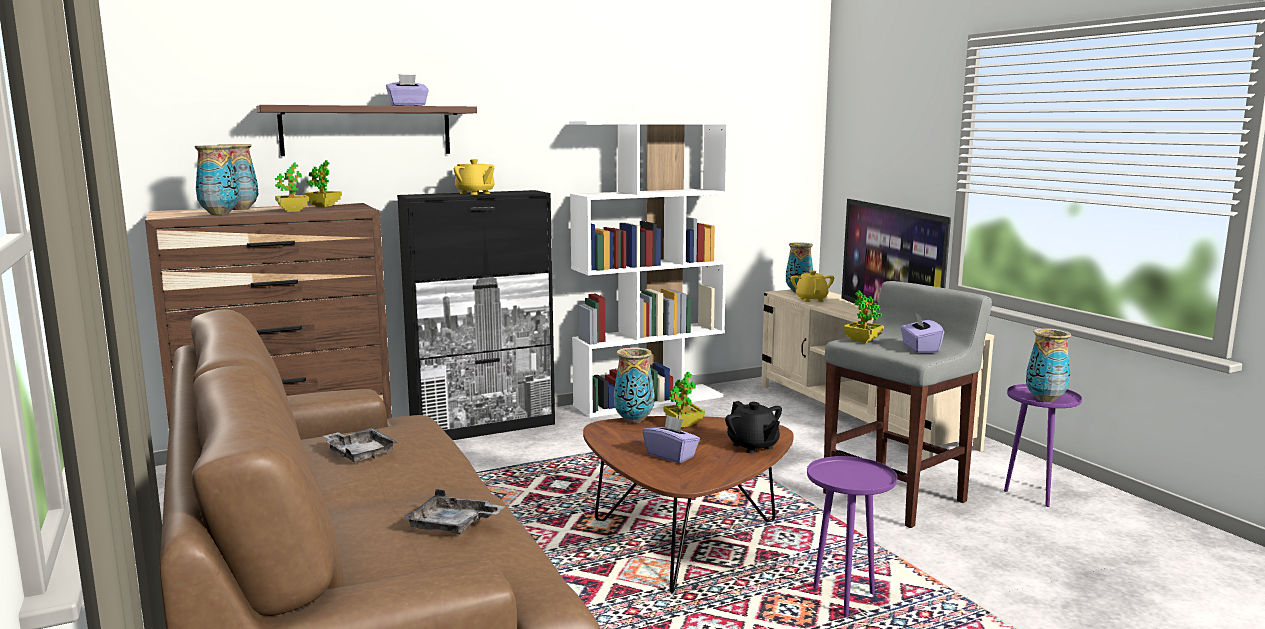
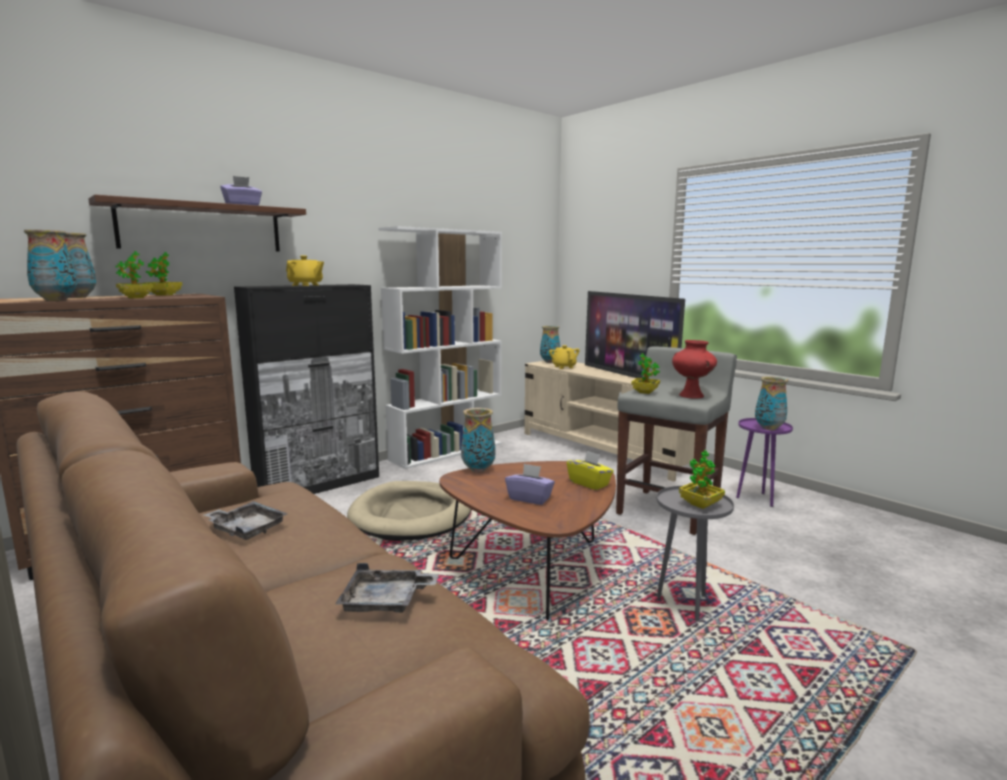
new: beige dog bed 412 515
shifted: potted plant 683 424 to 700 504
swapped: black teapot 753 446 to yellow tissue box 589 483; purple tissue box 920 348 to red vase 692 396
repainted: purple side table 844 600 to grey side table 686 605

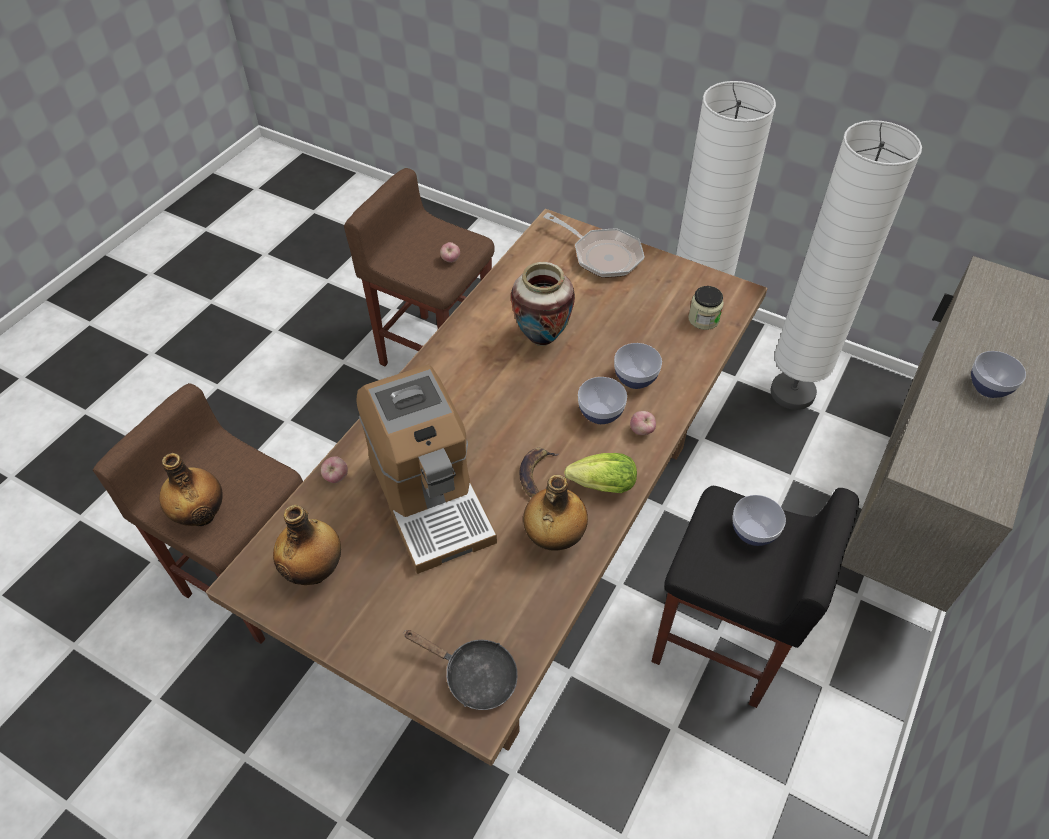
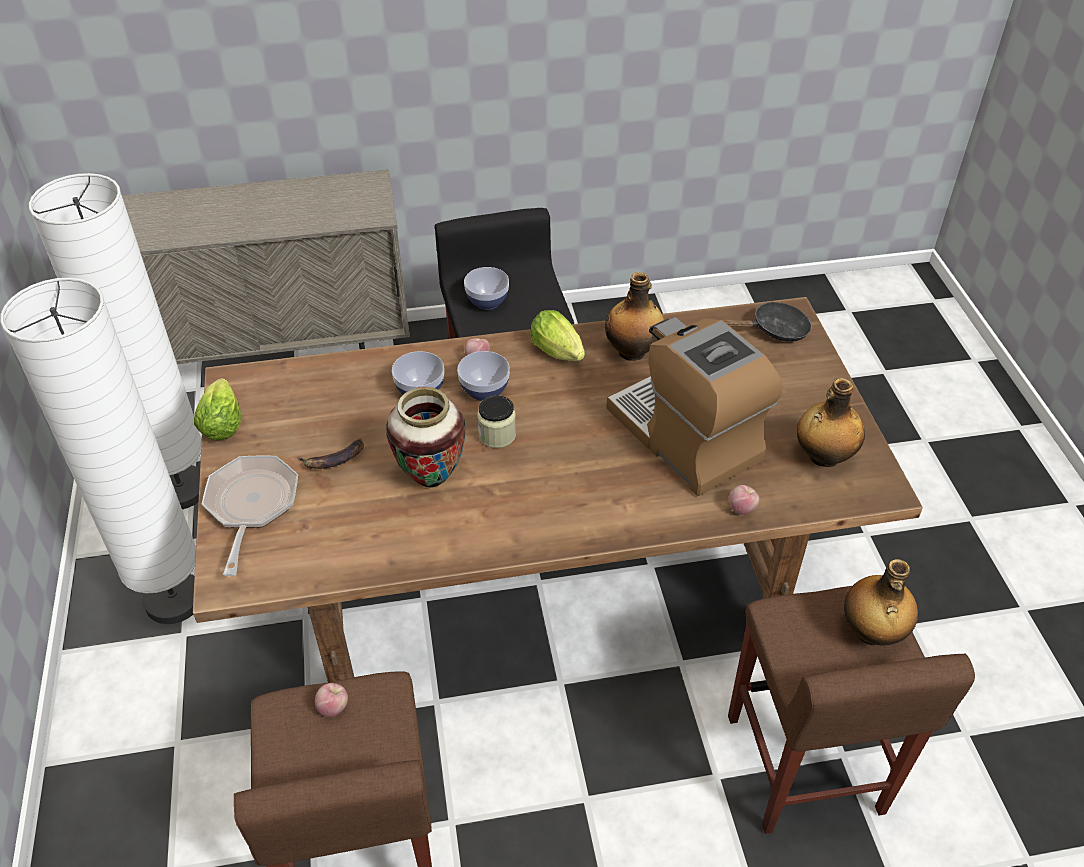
gone: bowl 988 387
new: lettuce 223 422
shifted: banana 536 474 to 334 459; jar 703 319 to 497 435
rotated: coffee machine 430 498 = 685 436 60 degrees counterclockwise; black frying pan 474 676 = 774 330 90 degrees clockwise

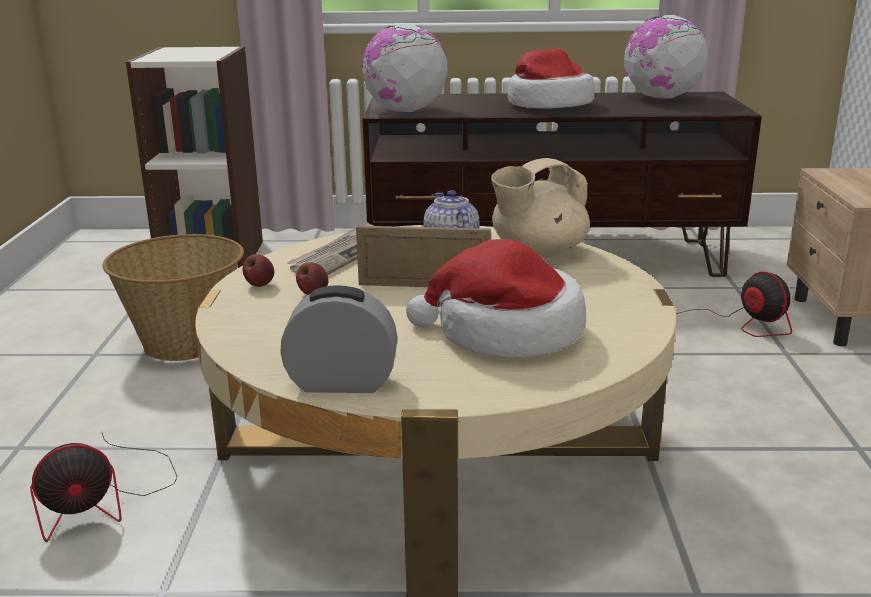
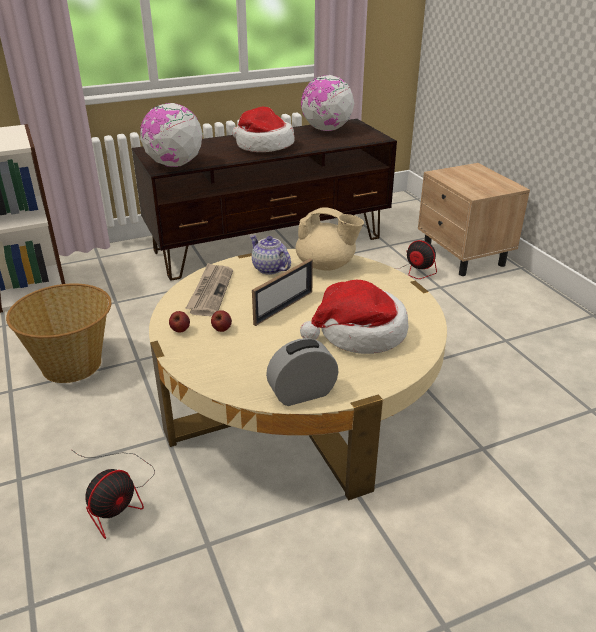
rotated: picture frame 424 286 = 283 307 150 degrees clockwise; beige teapot 537 252 = 326 265 105 degrees counterclockwise

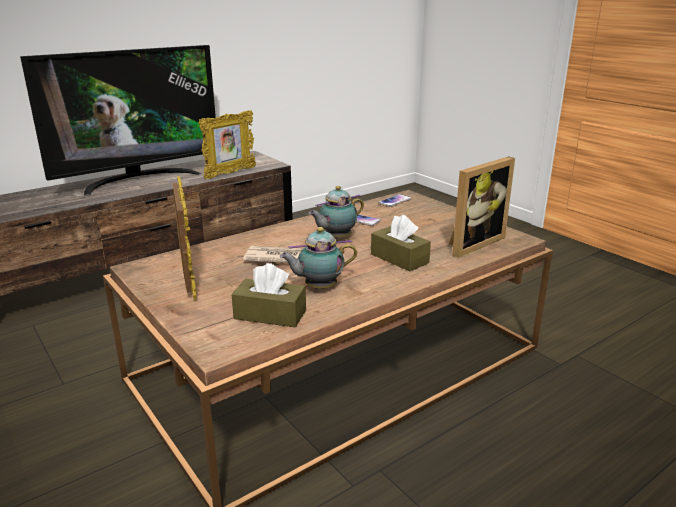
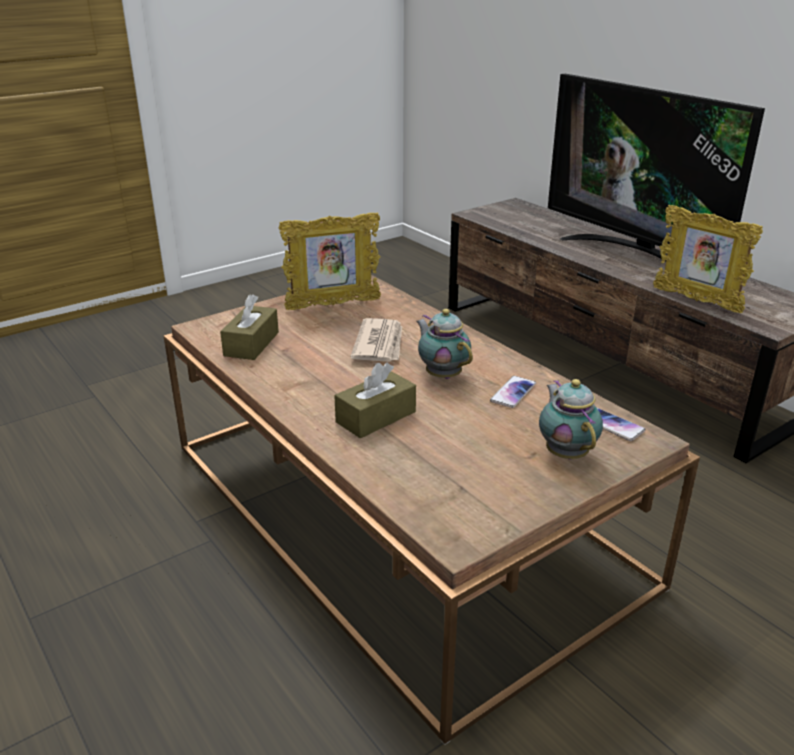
gone: picture frame 472 243
shifted: teapot 318 287 to 565 453

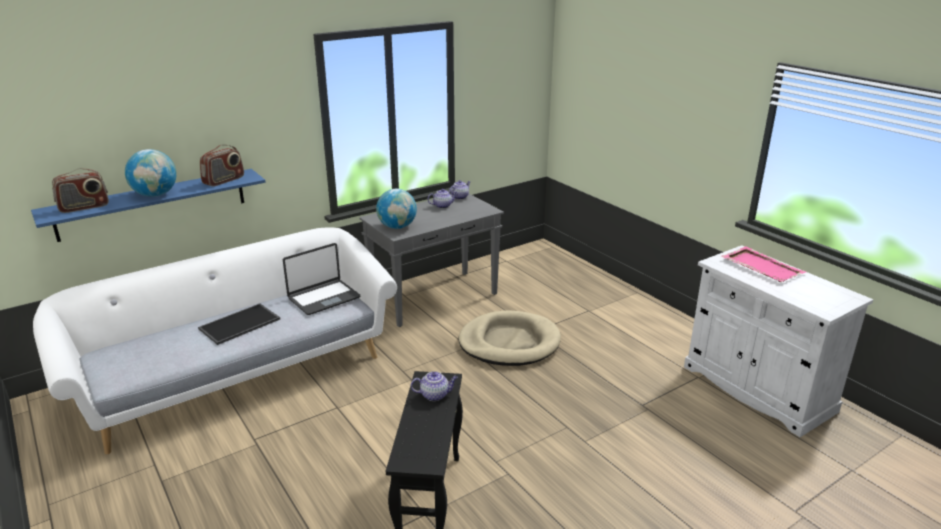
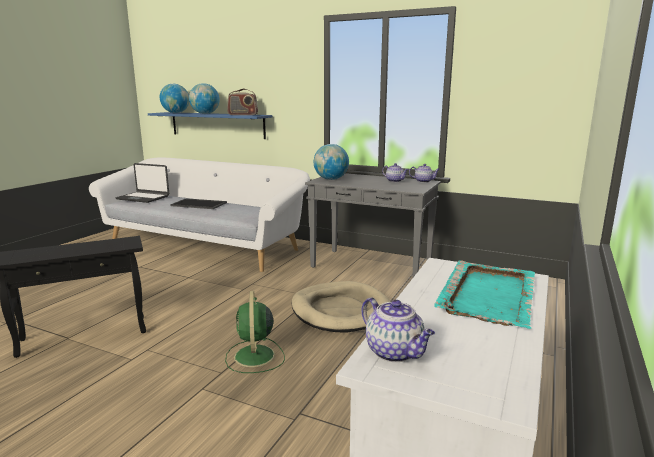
new: green fan 254 357
shifted: laptop 323 298 to 143 198; teapot 435 395 to 395 352
swapped: radio 84 207 to globe 176 113
repainted: pink tray 761 266 to turquoise tray 488 295

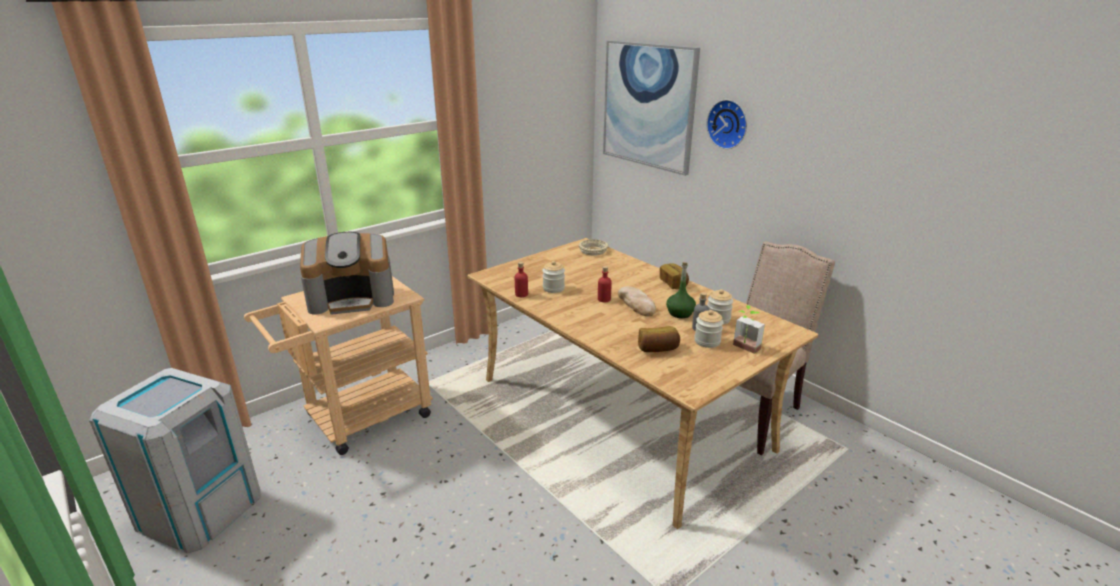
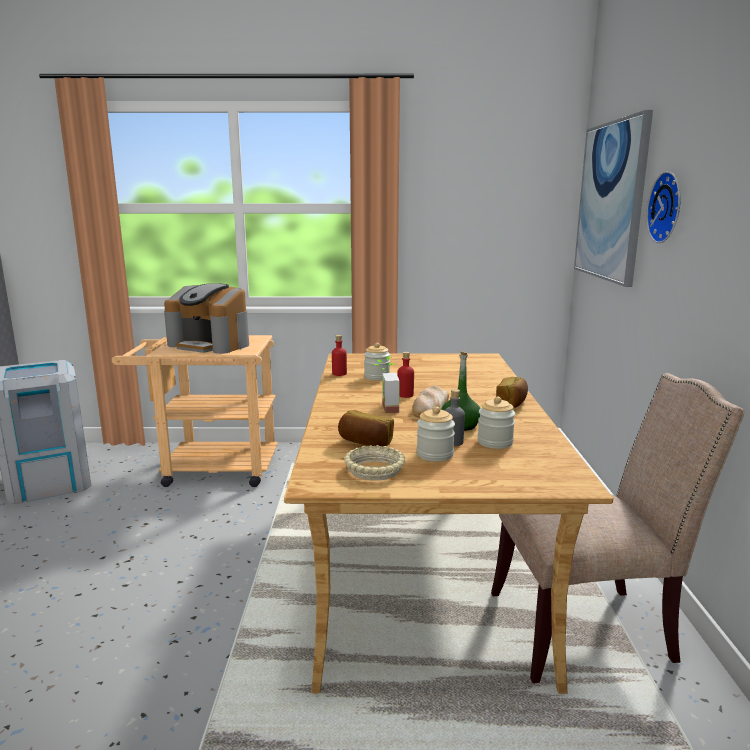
shifted: beige bowl 593 250 to 374 469; potted plant 744 349 to 384 408

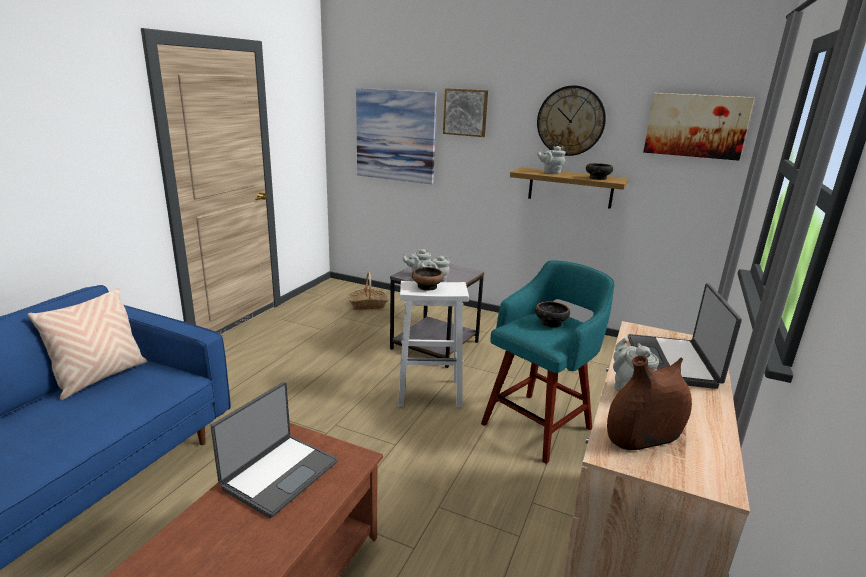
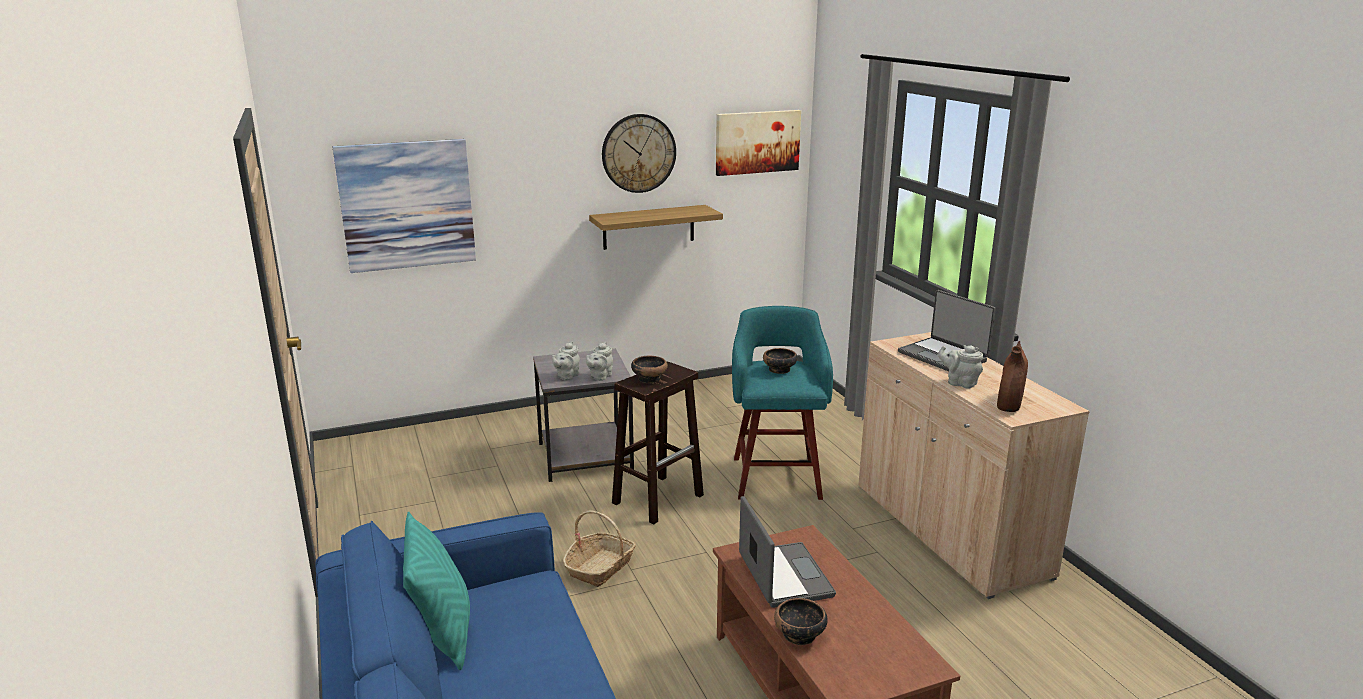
gone: picture 465 112; grey teapot 550 172
shifted: basket 368 305 to 600 567; bowl 597 178 to 799 635
repainted: beige pillow 100 377 to turquoise pillow 443 634; white stool 430 392 to brown stool 658 498

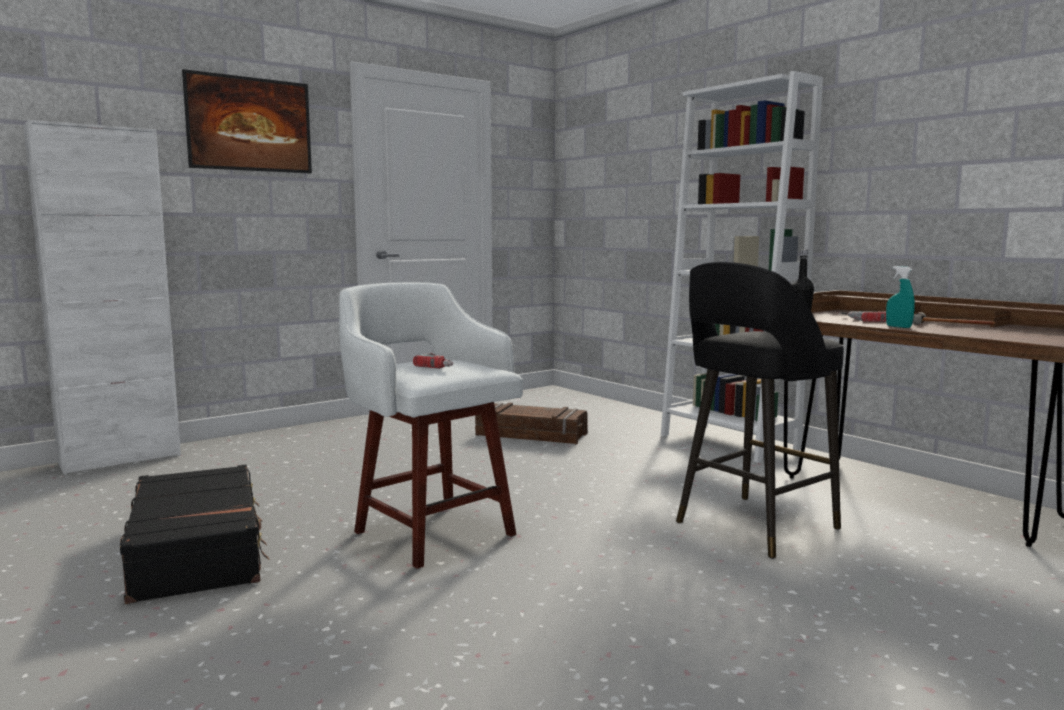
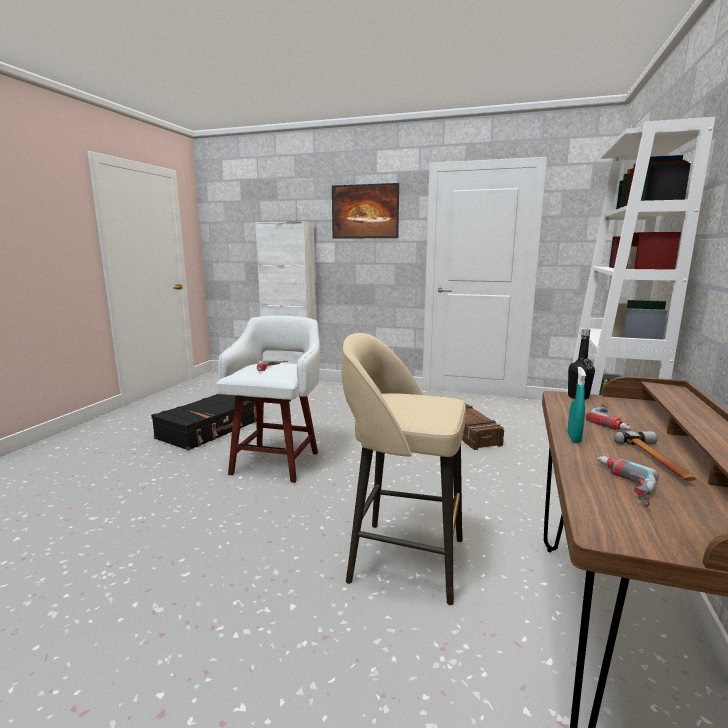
new: power drill 620 485
repainted: black stool 753 526 to beige stool 403 559

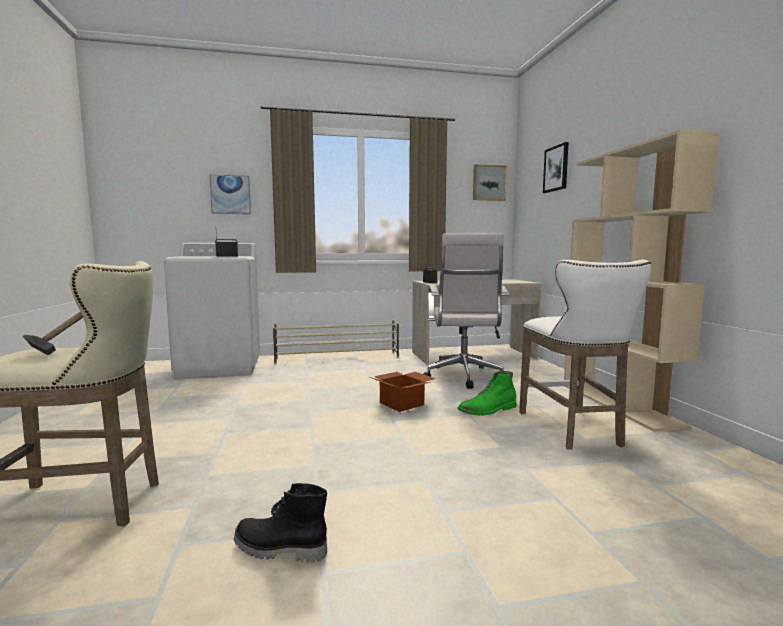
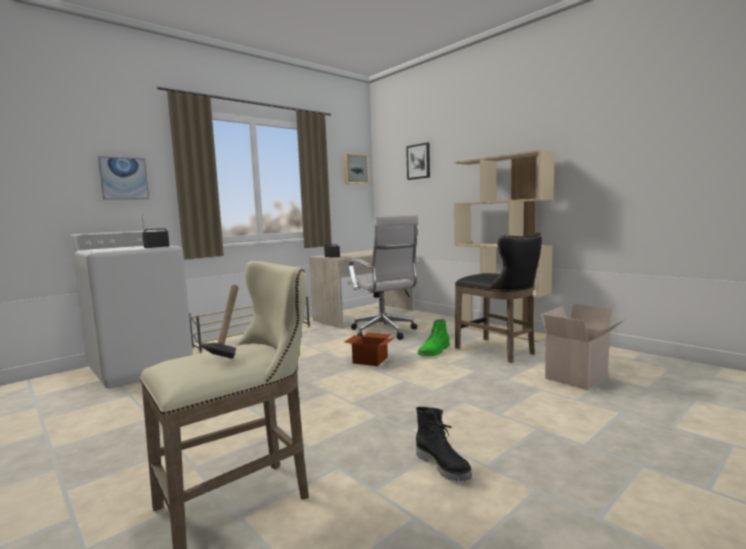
new: cardboard box 578 378
repainted: white stool 573 430 to black stool 498 351
rotated: black boot 279 550 = 443 466 105 degrees counterclockwise

